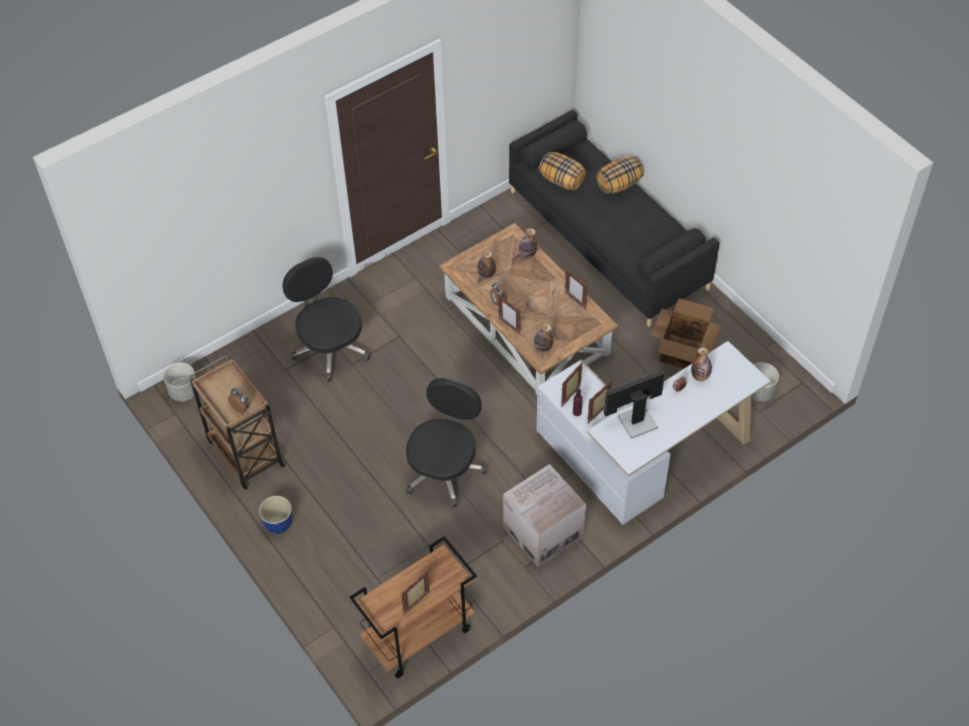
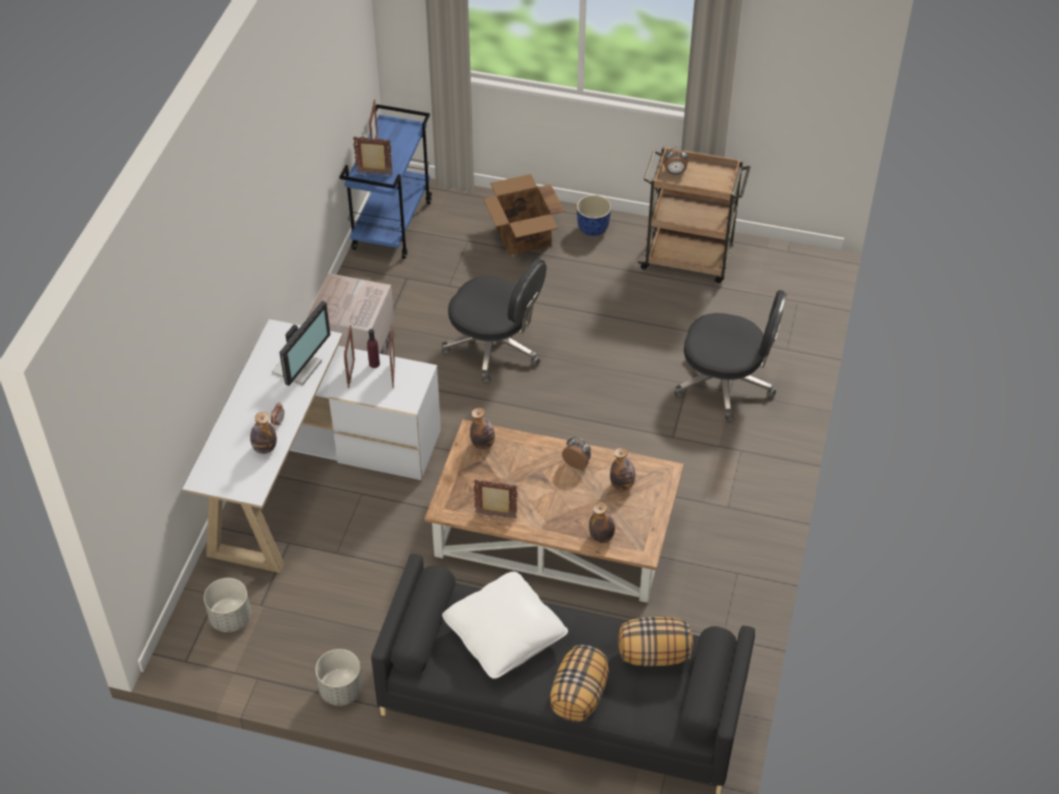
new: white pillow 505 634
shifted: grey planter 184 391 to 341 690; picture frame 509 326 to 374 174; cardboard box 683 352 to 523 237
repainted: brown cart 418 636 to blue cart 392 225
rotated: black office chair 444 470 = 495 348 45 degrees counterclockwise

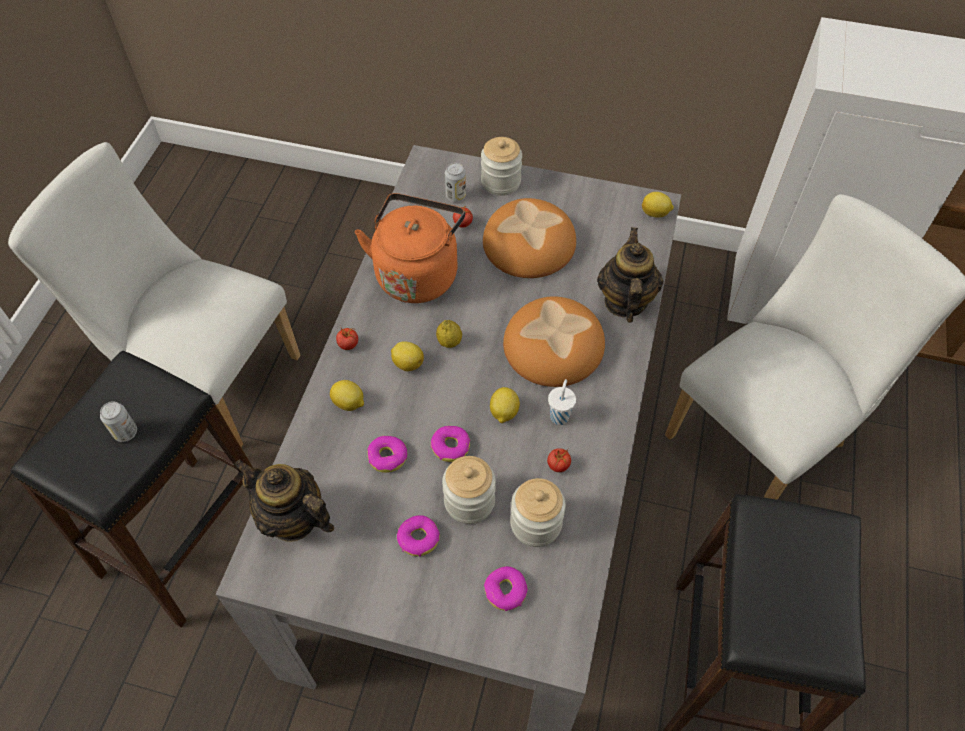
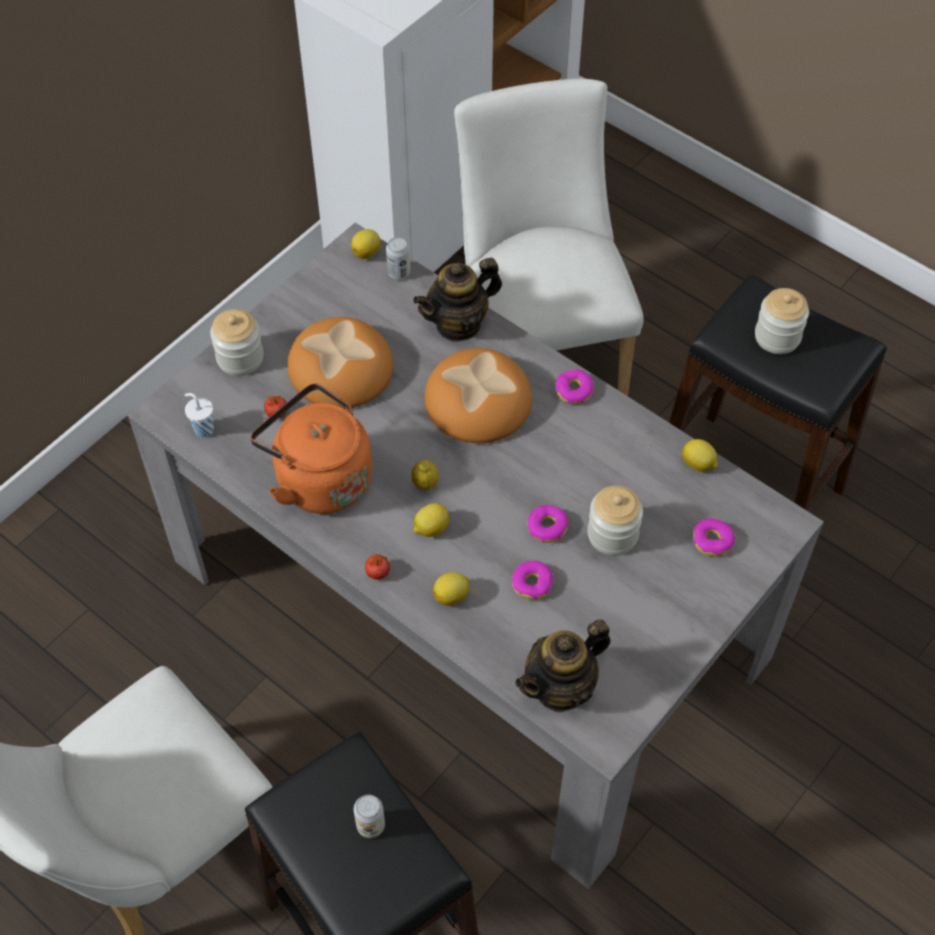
gone: tomato 558 465
shifted: donut 418 538 to 574 391; can 456 196 to 398 273; lemon 503 413 to 698 464; jar 536 524 to 777 337; white cup 559 416 to 203 429
rotated: teapot 625 301 = 458 324 60 degrees counterclockwise

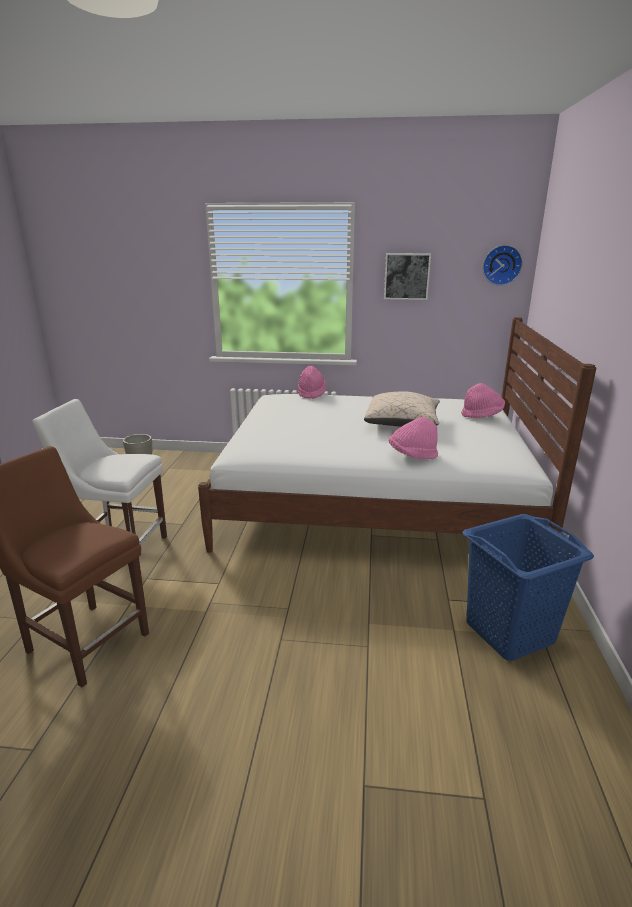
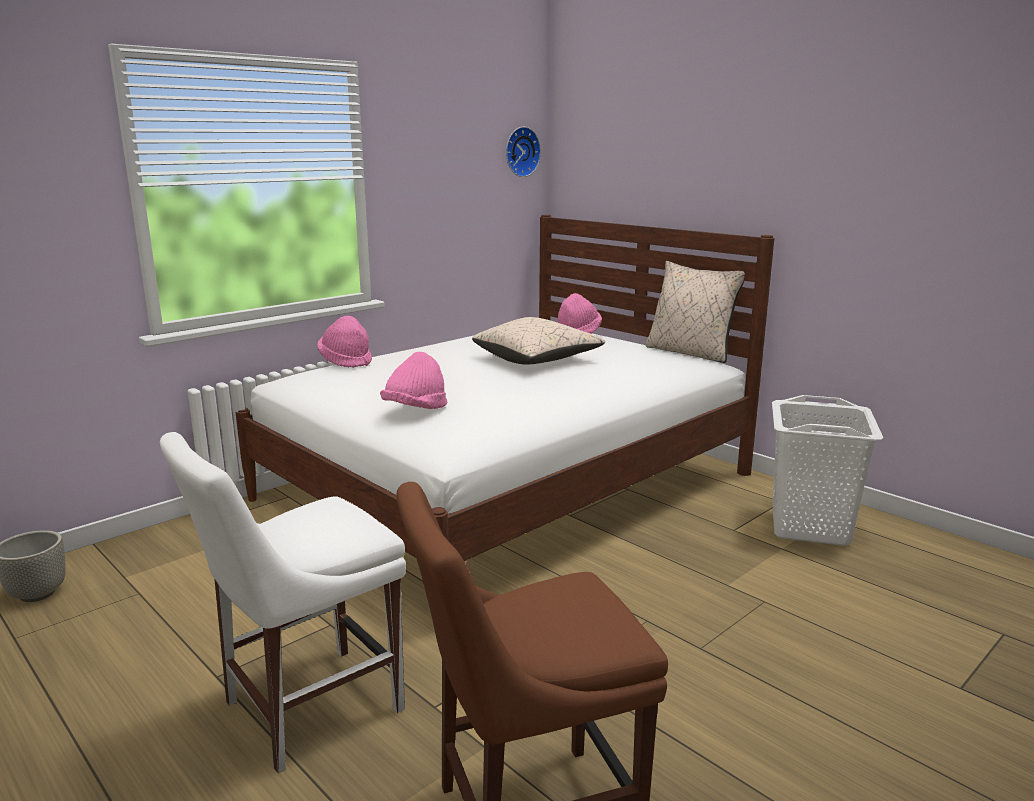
gone: picture 406 276
new: beige pillow 690 353
shifted: pink hat 412 455 to 415 410
repainted: blue laundry basket 510 632 to white laundry basket 810 527

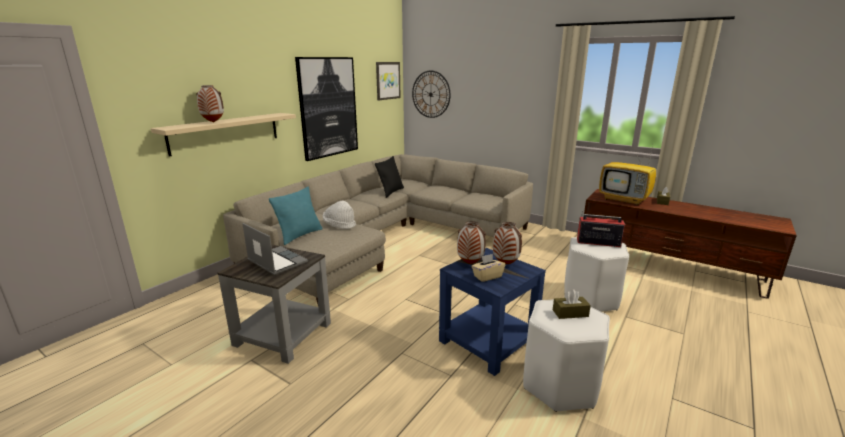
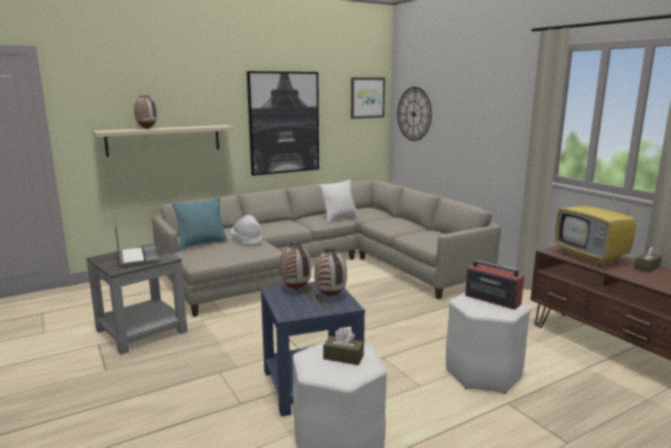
gone: beige tissue box 487 276
repainted: black pillow 391 192 to white pillow 339 218

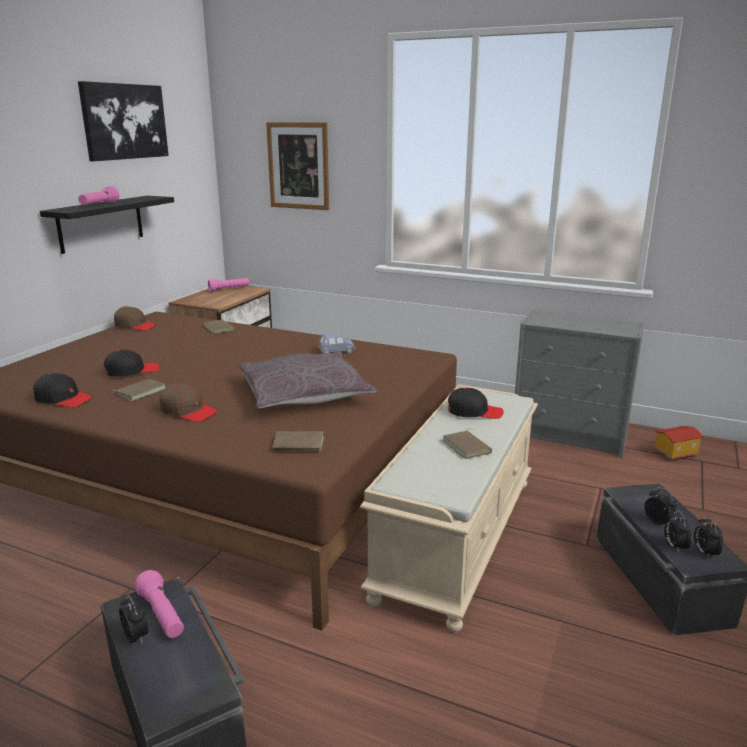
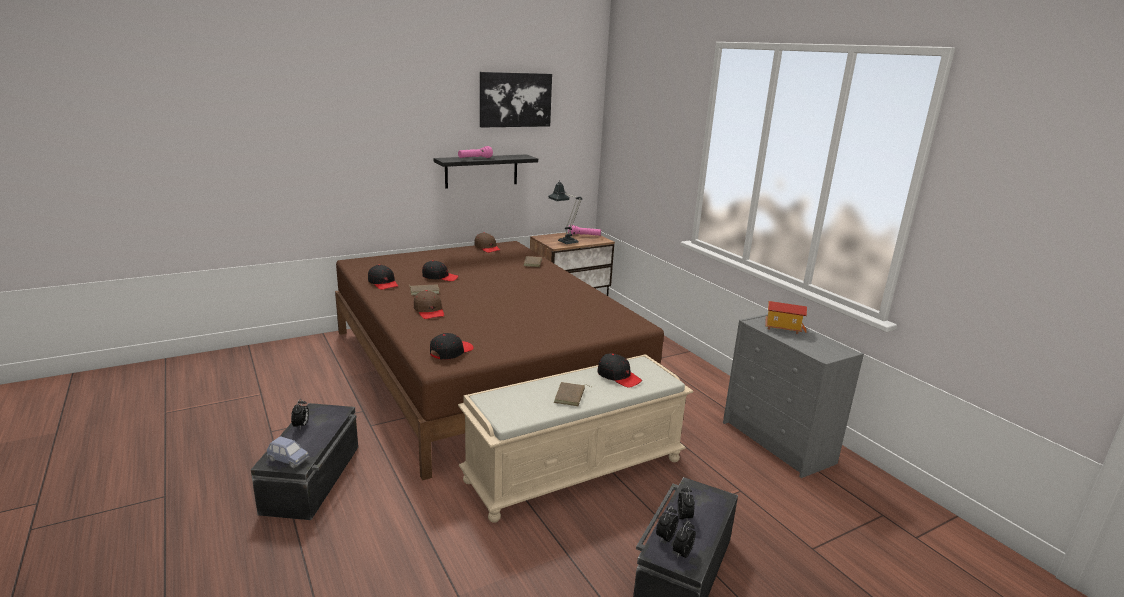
gone: pink flashlight 162 615; grey pillow 304 393; picture 298 166
new: table lamp 565 241
shifted: blue toy car 336 351 to 288 460; toy house 675 453 to 783 328
swapped: brown book 298 446 to black cap 451 352

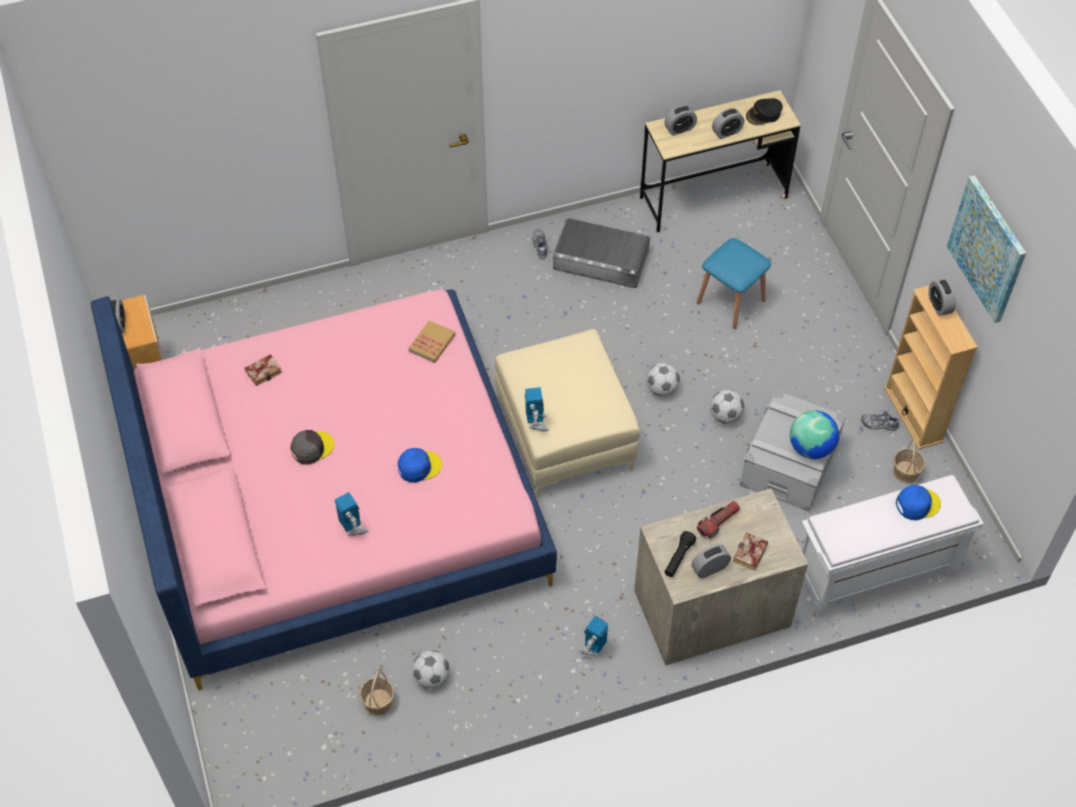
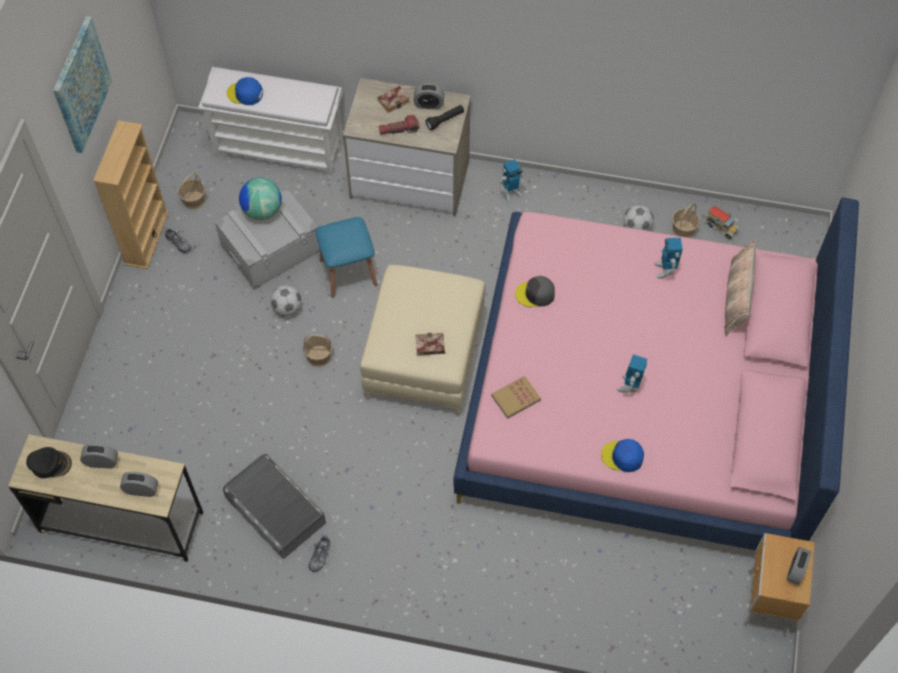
gone: alarm clock 939 305
new: toy truck 721 228; pillow 736 297
shifted: book 264 371 to 429 347; grey cap 312 448 to 535 294; blue cap 419 466 to 622 457; toy robot 536 424 to 629 386; blue stool 731 301 to 348 272
swapped: football 662 389 to basket 319 356

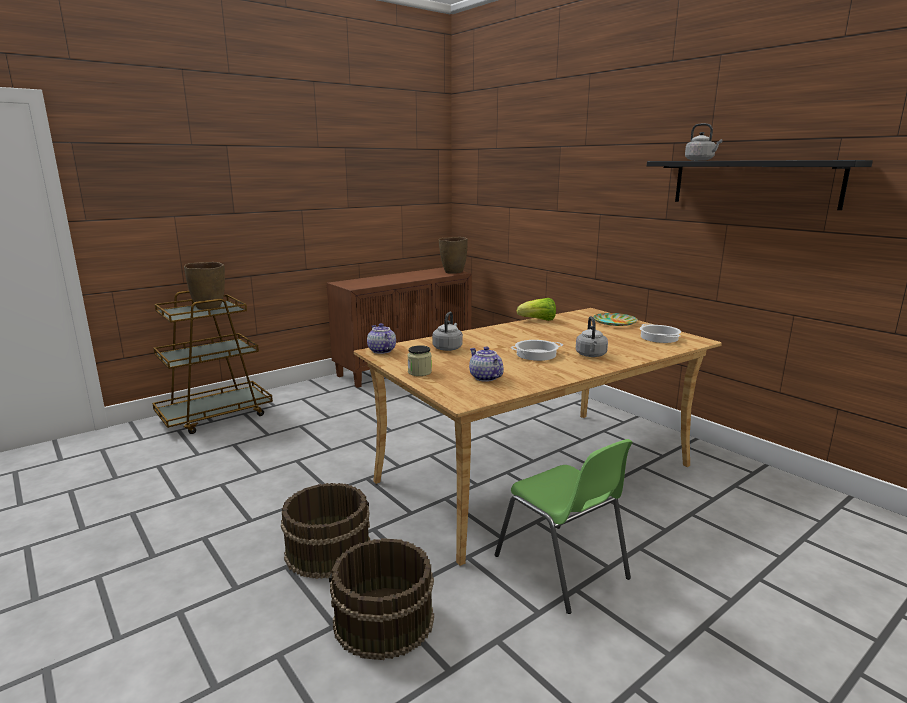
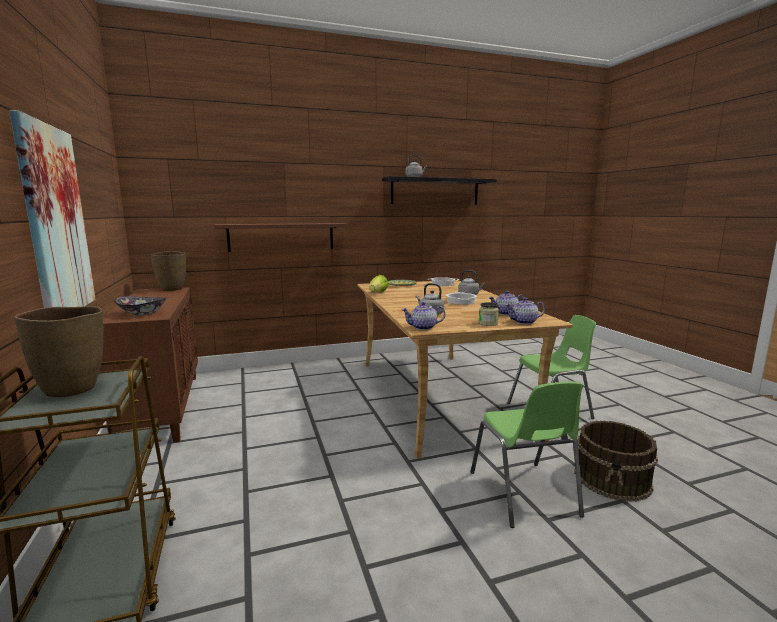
new: picture 55 221; bowl 143 313; brown shelf 281 237; teapot 524 322
swapped: brown bucket 328 550 to green chair 524 494

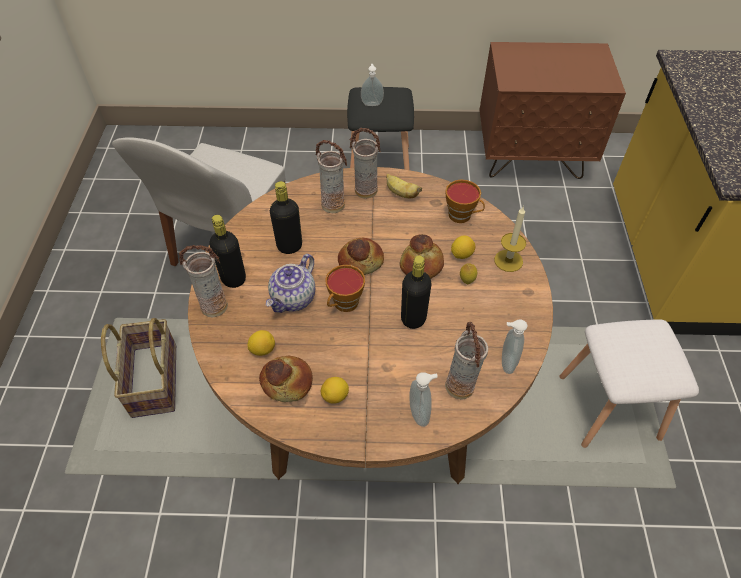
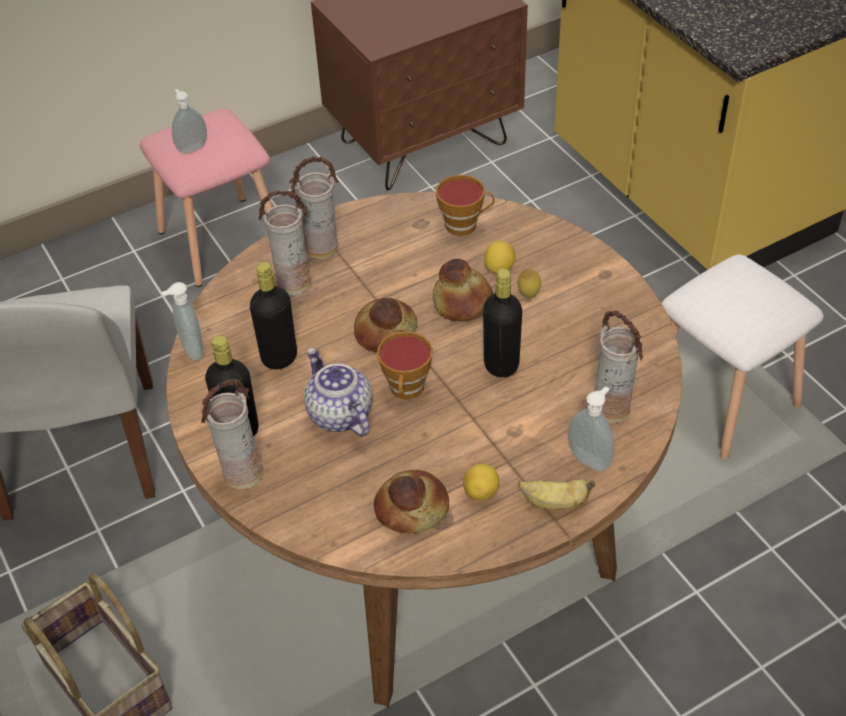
gone: lemon 262 349; candle 508 260
shifted: banana 401 193 to 554 503; soap dispenser 505 362 to 191 351
repainted: black stool 380 165 to pink stool 222 239
rotated: teapot 294 299 = 339 414 150 degrees clockwise

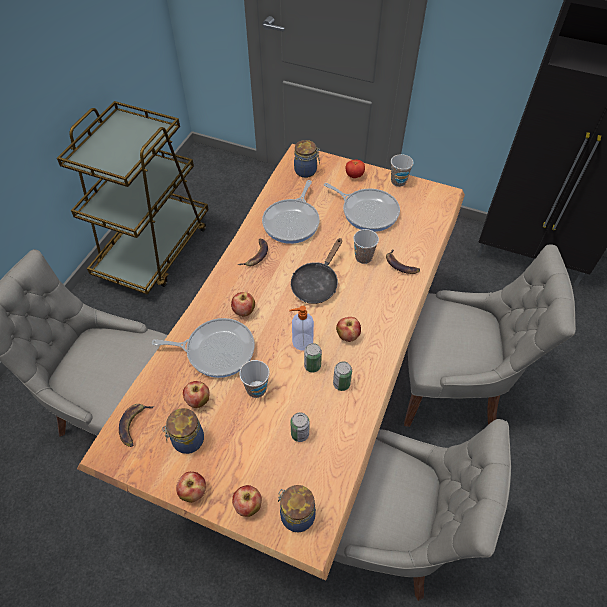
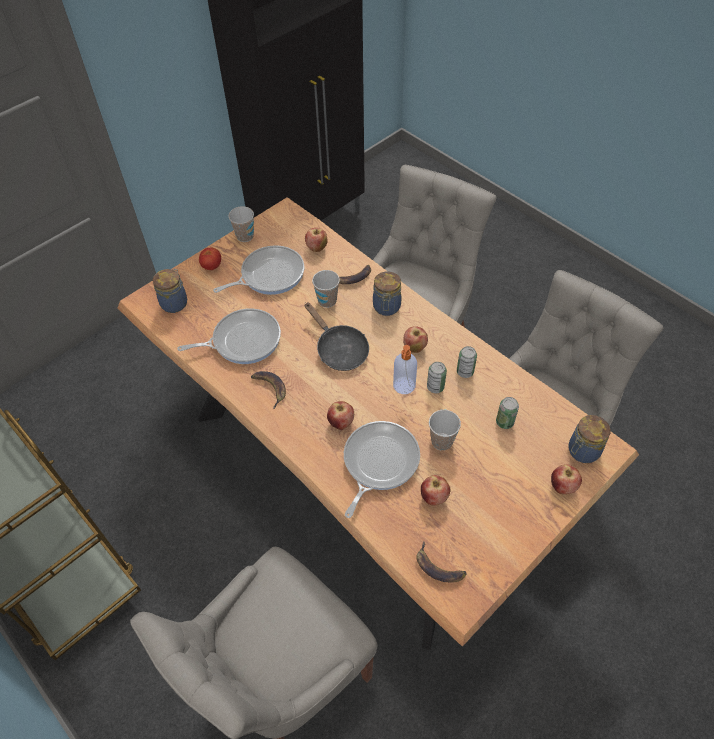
shifted: jar 187 440 to 386 308; apple 193 492 to 317 248
rotated: frying pan 292 222 = 243 340 60 degrees counterclockwise

